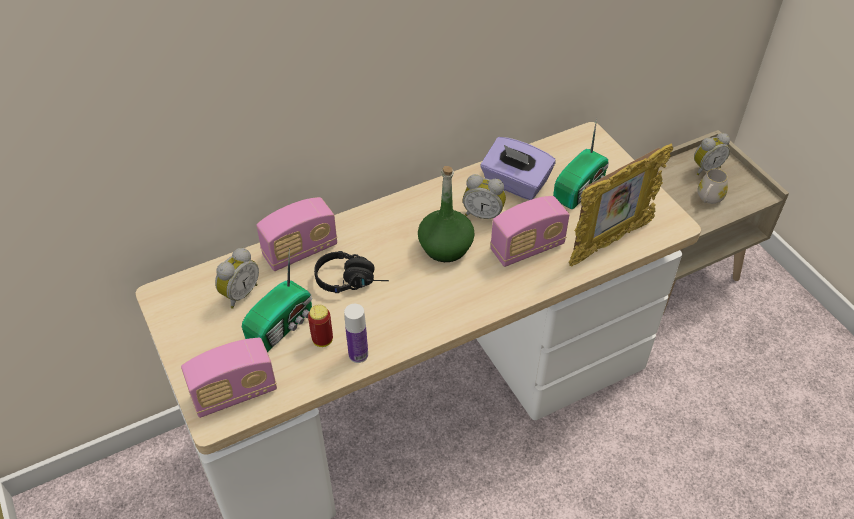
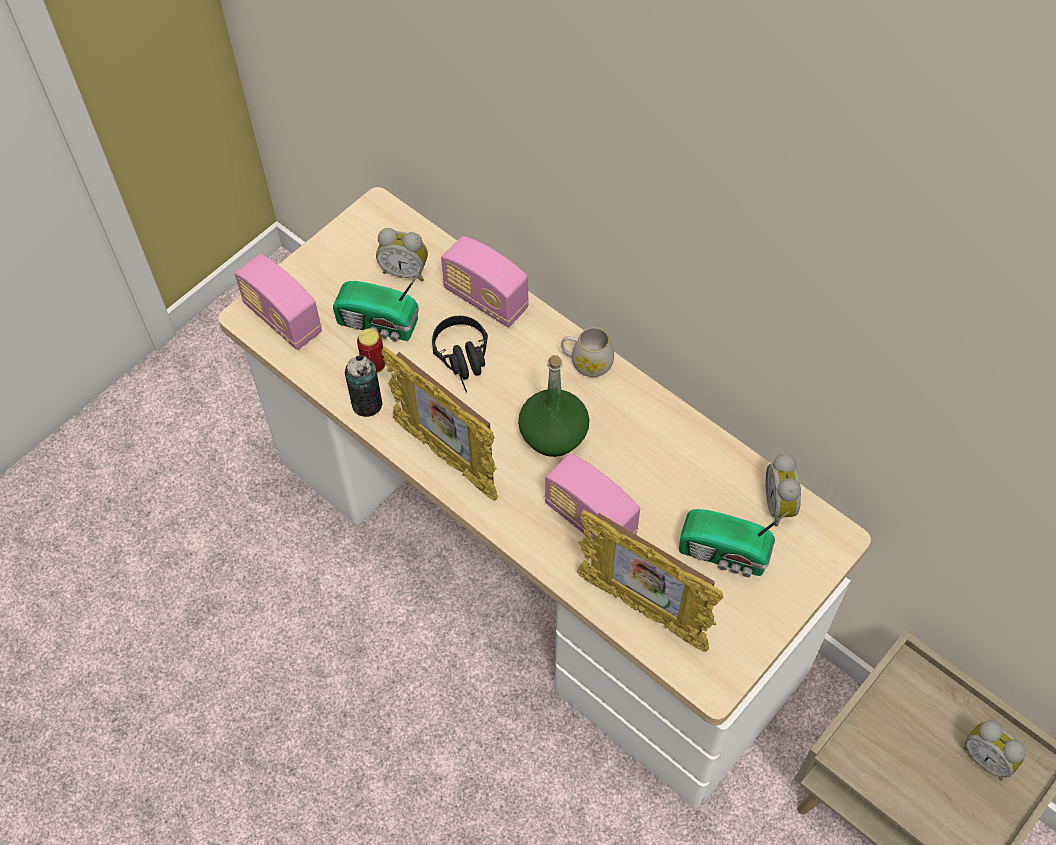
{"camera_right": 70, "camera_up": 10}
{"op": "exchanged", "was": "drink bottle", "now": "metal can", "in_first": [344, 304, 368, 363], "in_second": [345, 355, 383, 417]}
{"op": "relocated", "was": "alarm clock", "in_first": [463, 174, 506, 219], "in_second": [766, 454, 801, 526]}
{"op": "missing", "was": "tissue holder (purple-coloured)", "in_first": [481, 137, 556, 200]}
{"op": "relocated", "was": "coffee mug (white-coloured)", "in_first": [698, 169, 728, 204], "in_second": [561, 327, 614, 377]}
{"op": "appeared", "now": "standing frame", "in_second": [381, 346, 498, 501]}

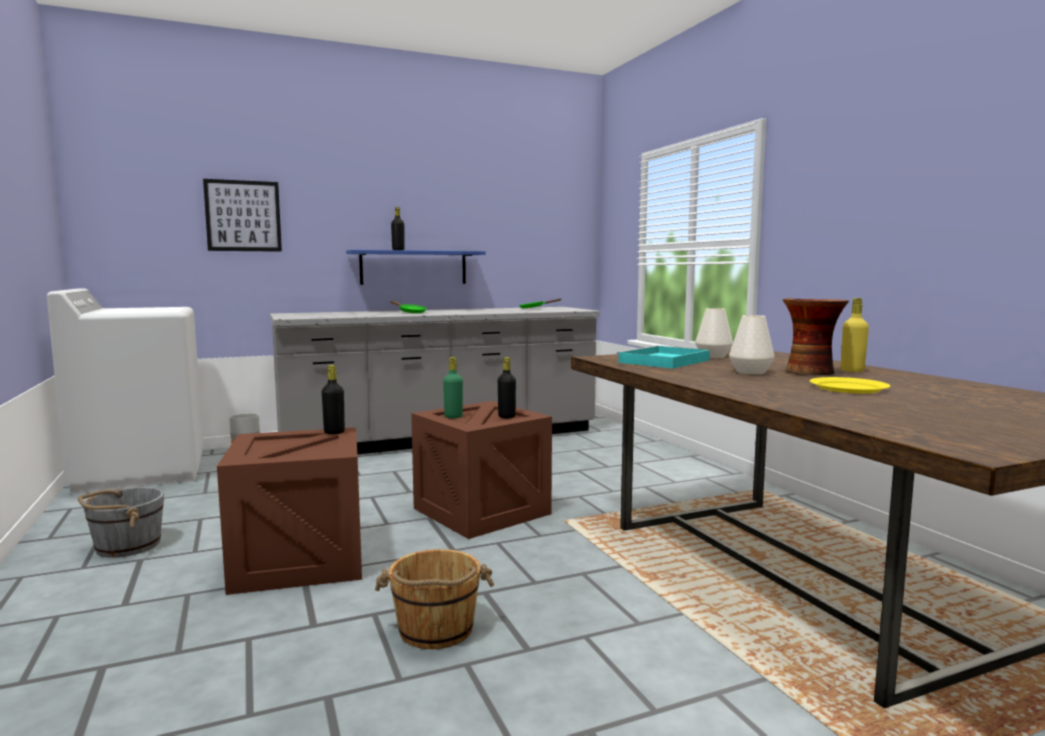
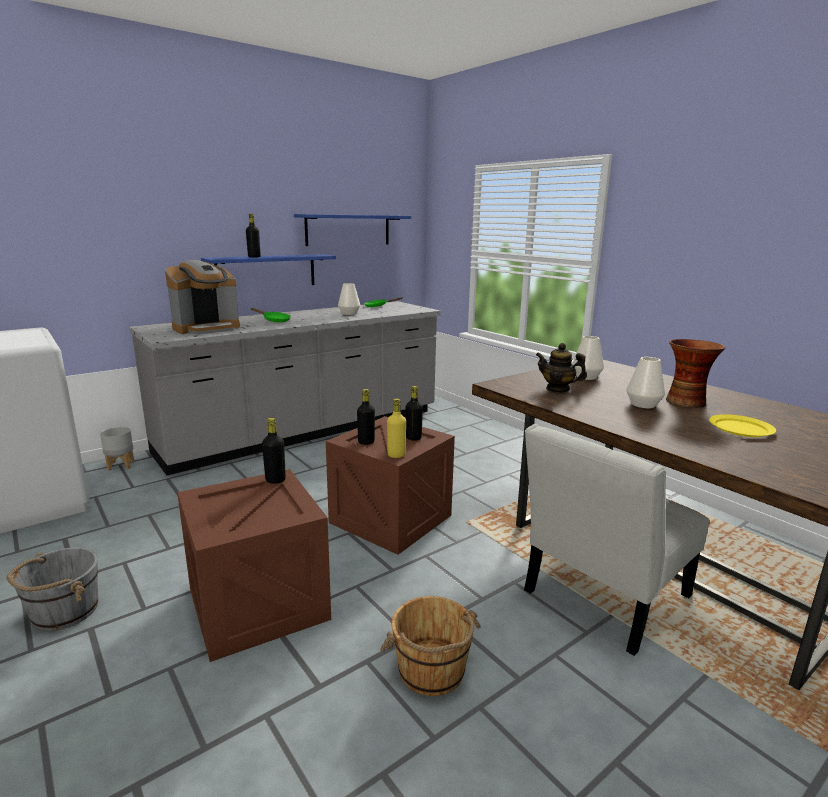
{"camera_right": -15, "camera_up": 10}
{"op": "missing", "was": "wall art", "in_first": [203, 179, 282, 252]}
{"op": "colour", "was": "drink bottle (greenish)", "now": "drink bottle (black)", "in_first": [443, 357, 463, 418], "in_second": [357, 389, 375, 445]}
{"op": "exchanged", "was": "tray (blue-green)", "now": "teapot", "in_first": [616, 345, 710, 369], "in_second": [536, 343, 587, 393]}
{"op": "relocated", "was": "drink bottle (yellowish)", "in_first": [841, 298, 869, 372], "in_second": [387, 398, 406, 458]}
{"op": "appeared", "now": "coffee maker", "in_second": [165, 260, 240, 335]}
{"op": "appeared", "now": "wall shelf (blue)", "in_second": [294, 214, 411, 246]}
{"op": "appeared", "now": "flower vase (white-coloured)", "in_second": [338, 283, 360, 315]}
{"op": "appeared", "now": "plain chair (white-coloured)", "in_second": [524, 424, 709, 656]}

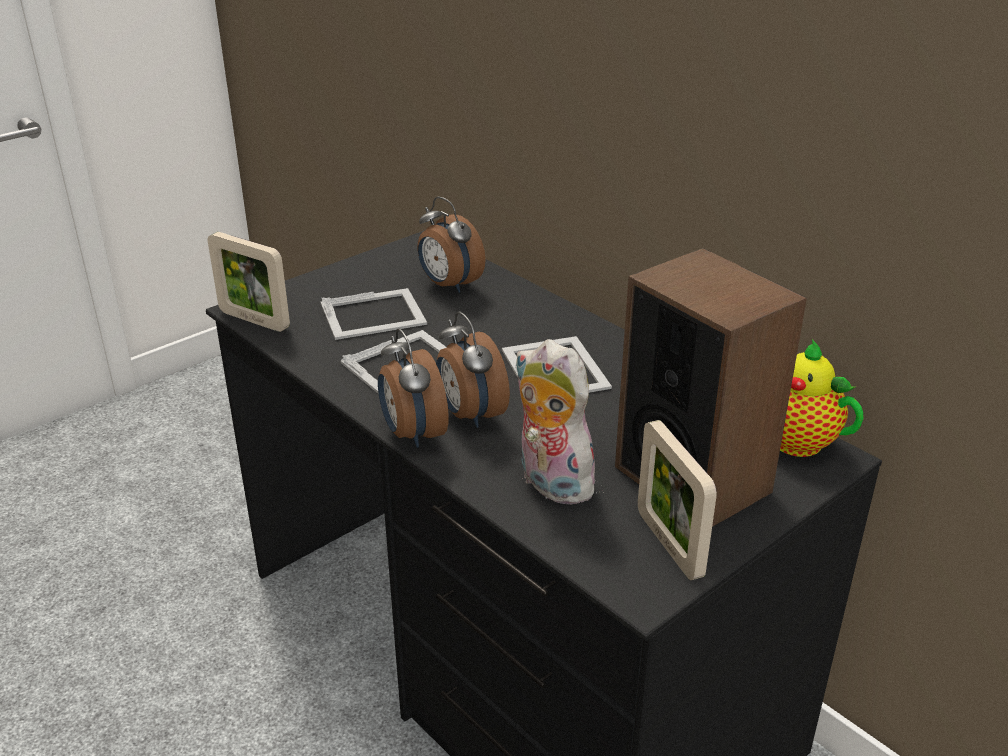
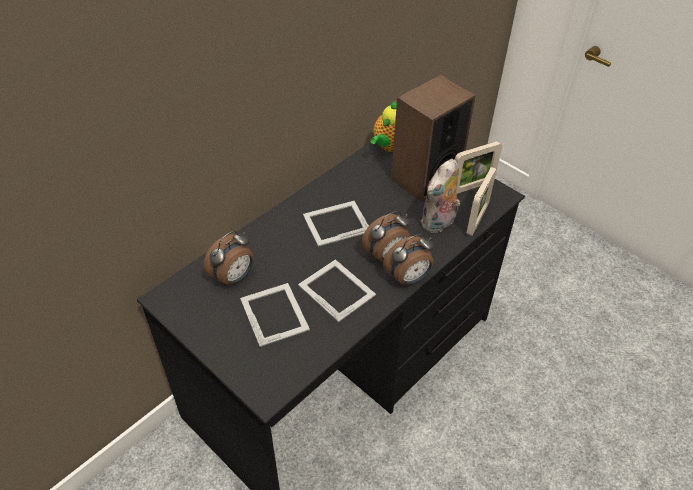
{"camera_right": -95, "camera_up": 15}
{"op": "relocated", "was": "standing frame", "in_first": [208, 232, 290, 332], "in_second": [466, 167, 497, 236]}

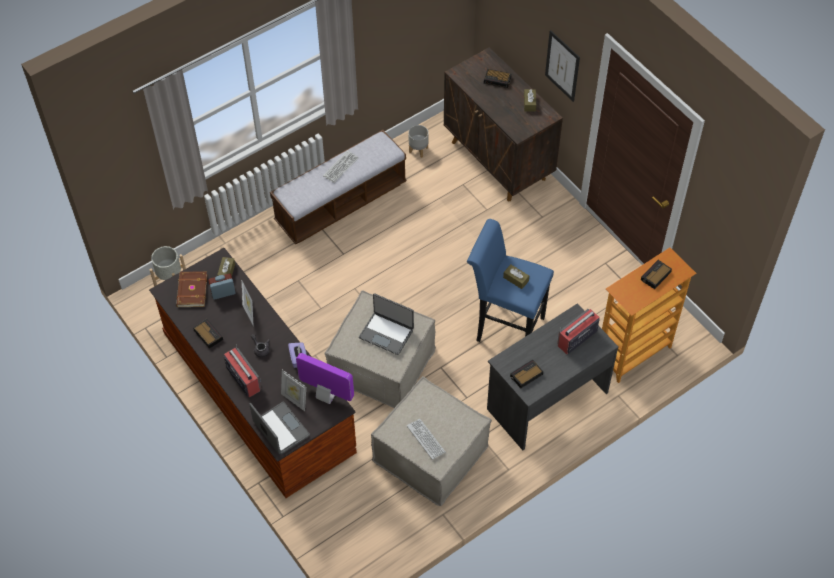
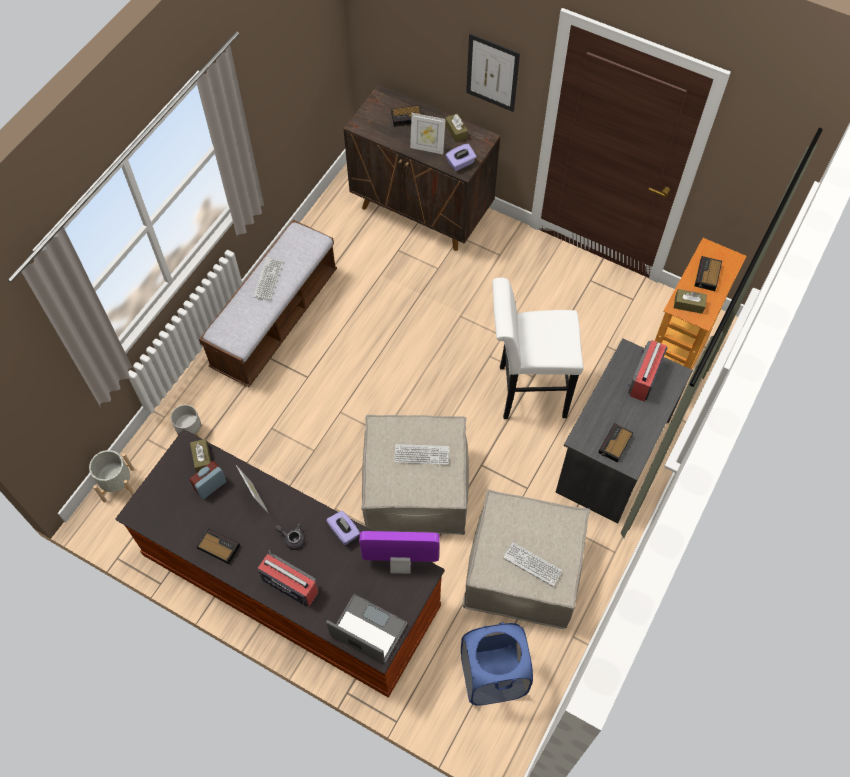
{"camera_right": -25, "camera_up": 5}
{"op": "missing", "was": "book (brown)", "in_first": [176, 271, 207, 307]}
{"op": "relocated", "was": "standing frame", "in_first": [281, 370, 306, 411], "in_second": [410, 113, 446, 154]}
{"op": "exchanged", "was": "laptop", "now": "keyboard", "in_first": [359, 293, 414, 355], "in_second": [394, 444, 449, 465]}
{"op": "relocated", "was": "plant pot (greyish)", "in_first": [409, 125, 429, 158], "in_second": [171, 405, 202, 437]}
{"op": "colour", "was": "stool (blue)", "now": "stool (white-coloured)", "in_first": [467, 219, 554, 342], "in_second": [492, 278, 584, 419]}
{"op": "relocated", "was": "tissue holder (brown)", "in_first": [503, 265, 529, 289], "in_second": [674, 289, 707, 314]}
{"op": "appeared", "now": "tissue holder (purple-coloured)", "in_second": [446, 144, 476, 171]}
{"op": "appeared", "now": "washing basket (blue)", "in_second": [461, 623, 533, 706]}

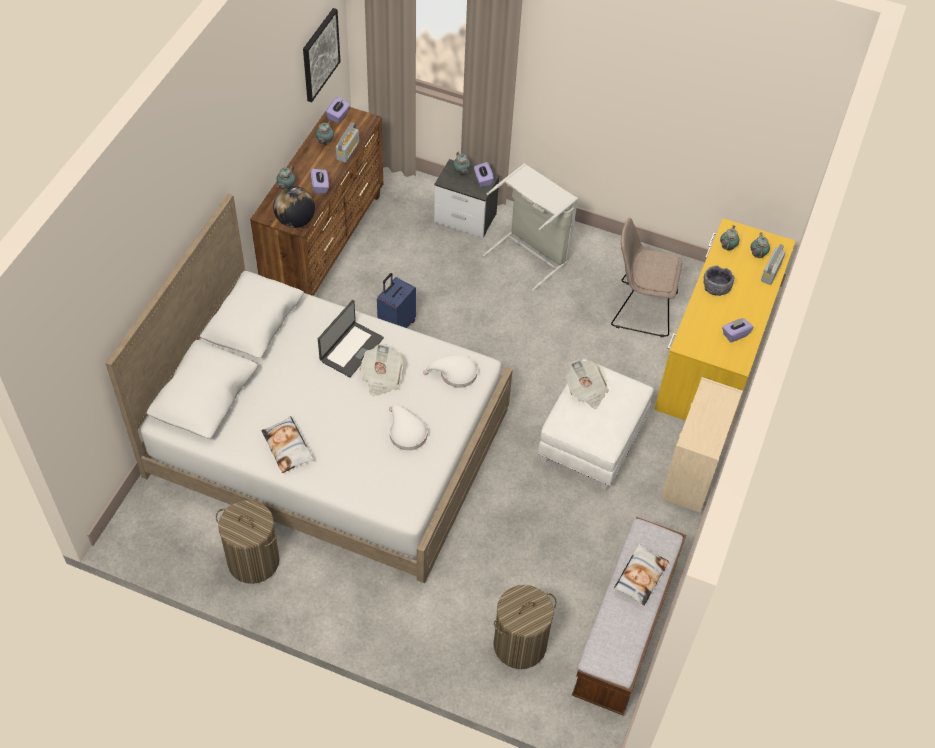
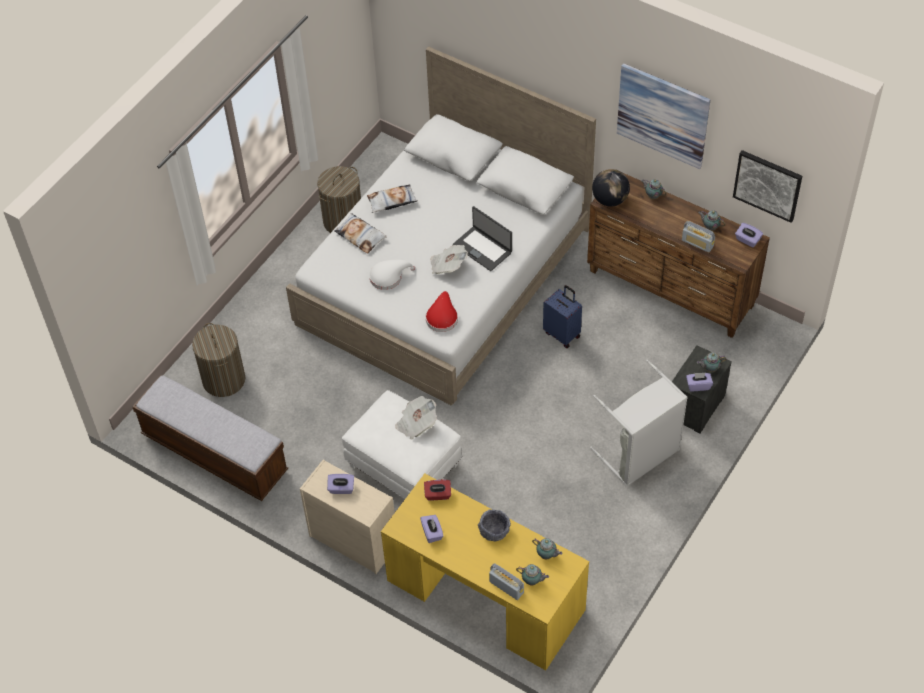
{"camera_right": 105, "camera_up": 0}
{"op": "relocated", "was": "tissue holder (purple-coloured)", "in_first": [311, 169, 329, 194], "in_second": [327, 474, 354, 494]}
{"op": "colour", "was": "wearable hat (white-coloured)", "now": "wearable hat (red)", "in_first": [423, 354, 478, 388], "in_second": [426, 291, 458, 332]}
{"op": "missing", "was": "plain chair (beige)", "in_first": [611, 218, 682, 337]}
{"op": "relocated", "was": "pillow", "in_first": [614, 543, 669, 606], "in_second": [334, 213, 387, 254]}
{"op": "appeared", "now": "tissue holder (red)", "in_second": [424, 480, 451, 501]}
{"op": "appeared", "now": "wall art", "in_second": [617, 63, 710, 169]}

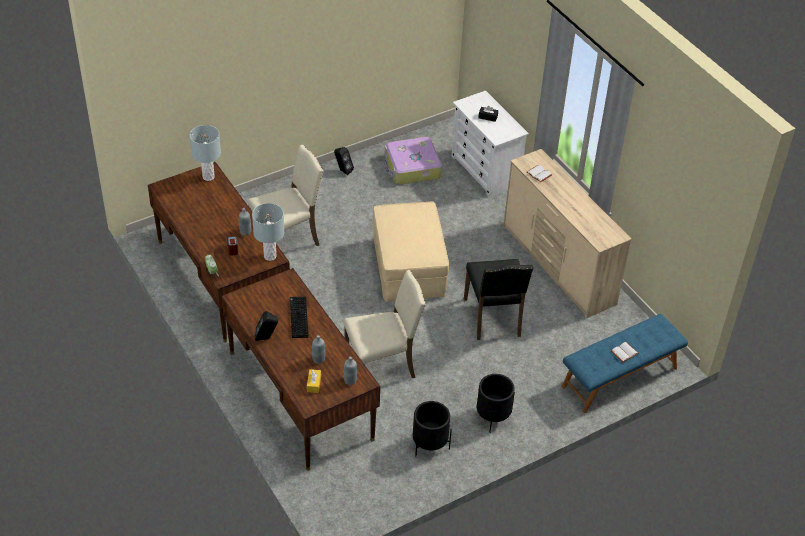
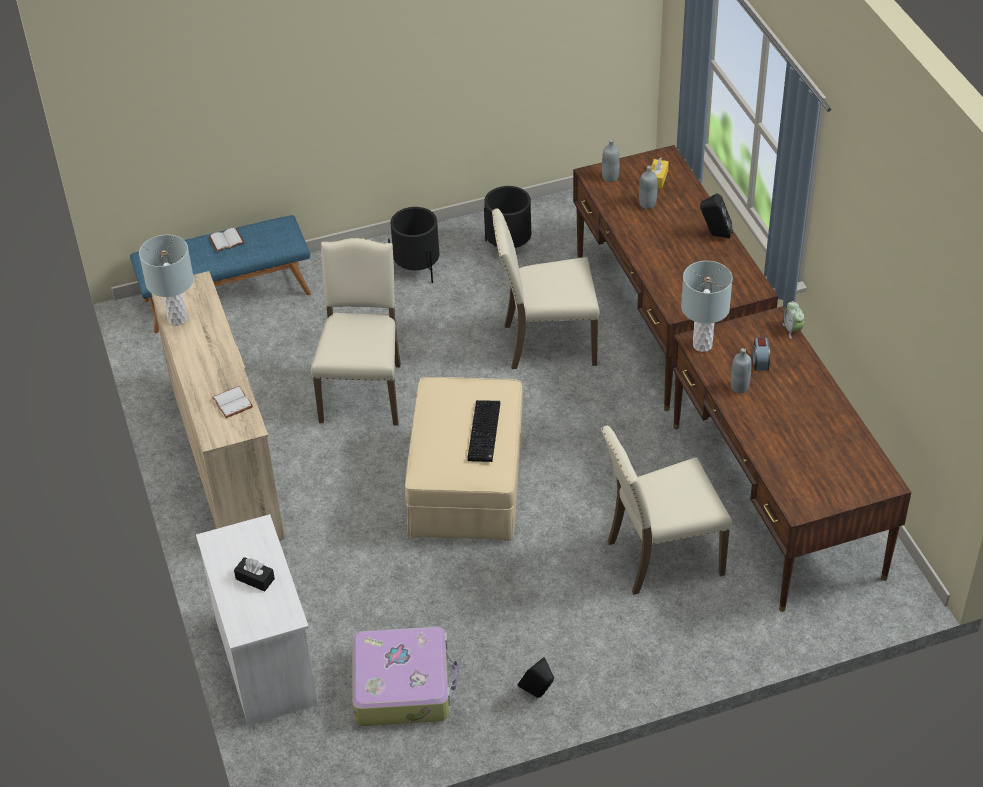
{"camera_right": -165, "camera_up": 0}
{"op": "relocated", "was": "lamp for a table (greyish)", "in_first": [190, 125, 221, 181], "in_second": [139, 235, 194, 326]}
{"op": "relocated", "was": "keyboard", "in_first": [290, 297, 309, 338], "in_second": [467, 400, 500, 462]}
{"op": "colour", "was": "plain chair (black)", "now": "plain chair (beige)", "in_first": [464, 259, 533, 340], "in_second": [311, 238, 401, 426]}

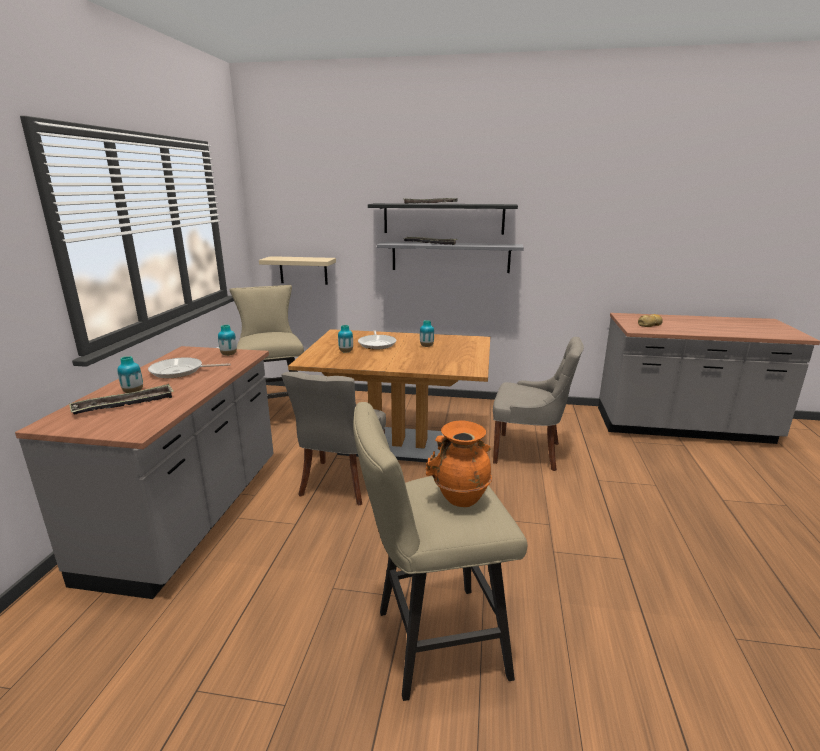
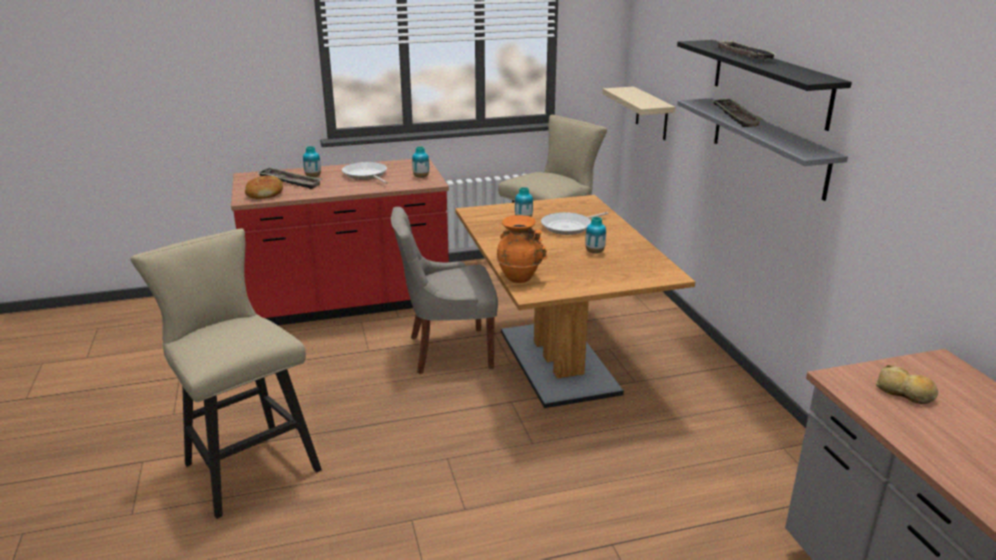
{"camera_right": 65, "camera_up": 5}
{"op": "colour", "was": "kitchen counter (greyish)", "now": "kitchen counter (red)", "in_first": [15, 346, 274, 599], "in_second": [231, 158, 449, 325]}
{"op": "relocated", "was": "flower vase (orange-coloured)", "in_first": [426, 420, 492, 507], "in_second": [496, 215, 548, 283]}
{"op": "missing", "was": "plain chair (greyish)", "in_first": [493, 337, 584, 471]}
{"op": "appeared", "now": "baked bread", "in_second": [245, 176, 283, 199]}

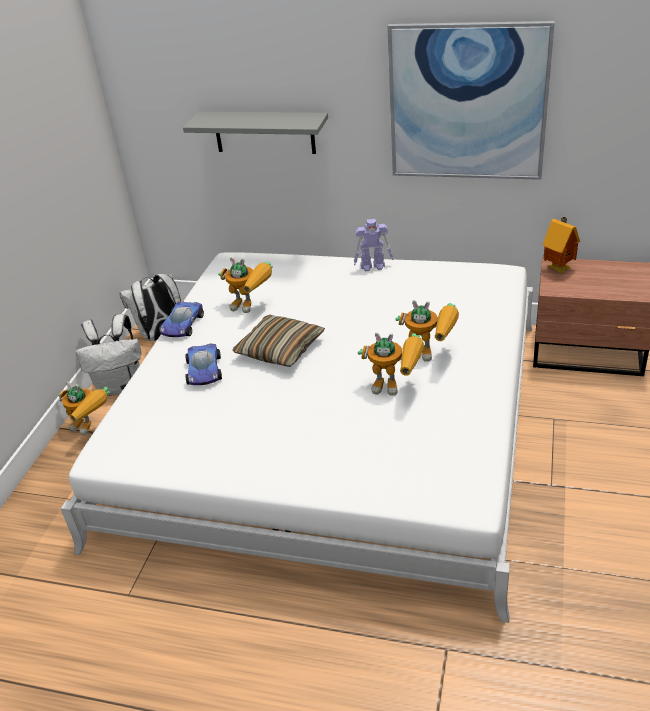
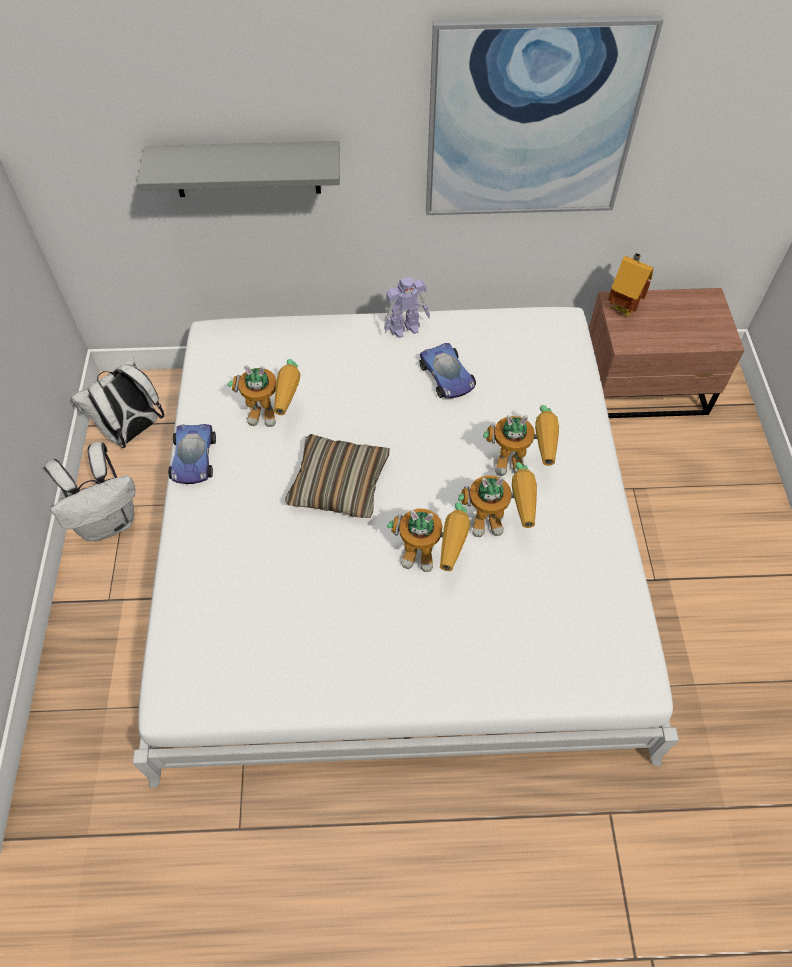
{"camera_right": -20, "camera_up": 20}
{"op": "relocated", "was": "model robot", "in_first": [58, 382, 110, 435], "in_second": [387, 502, 470, 572]}
{"op": "relocated", "was": "model car", "in_first": [185, 343, 222, 385], "in_second": [419, 343, 476, 398]}

